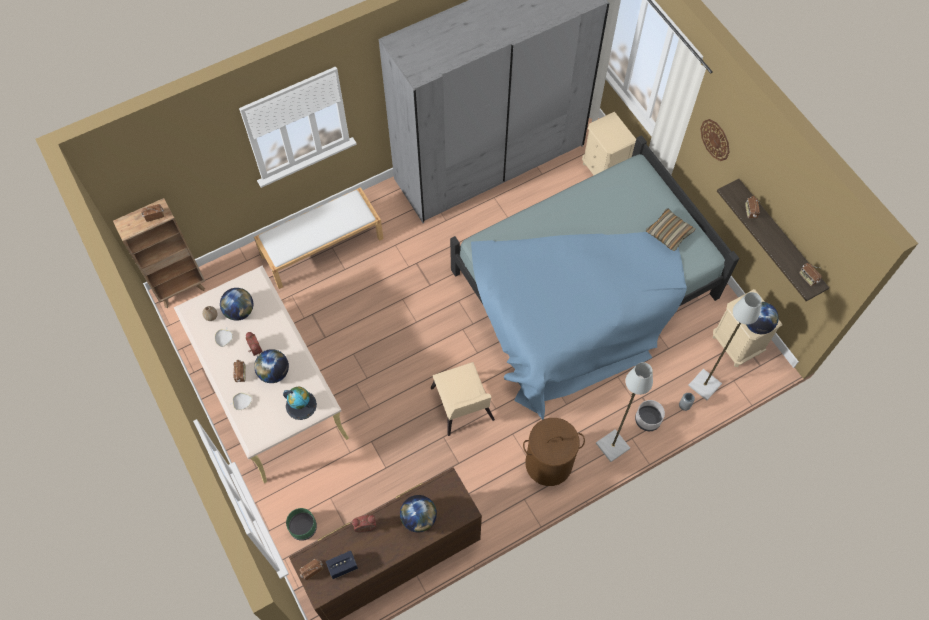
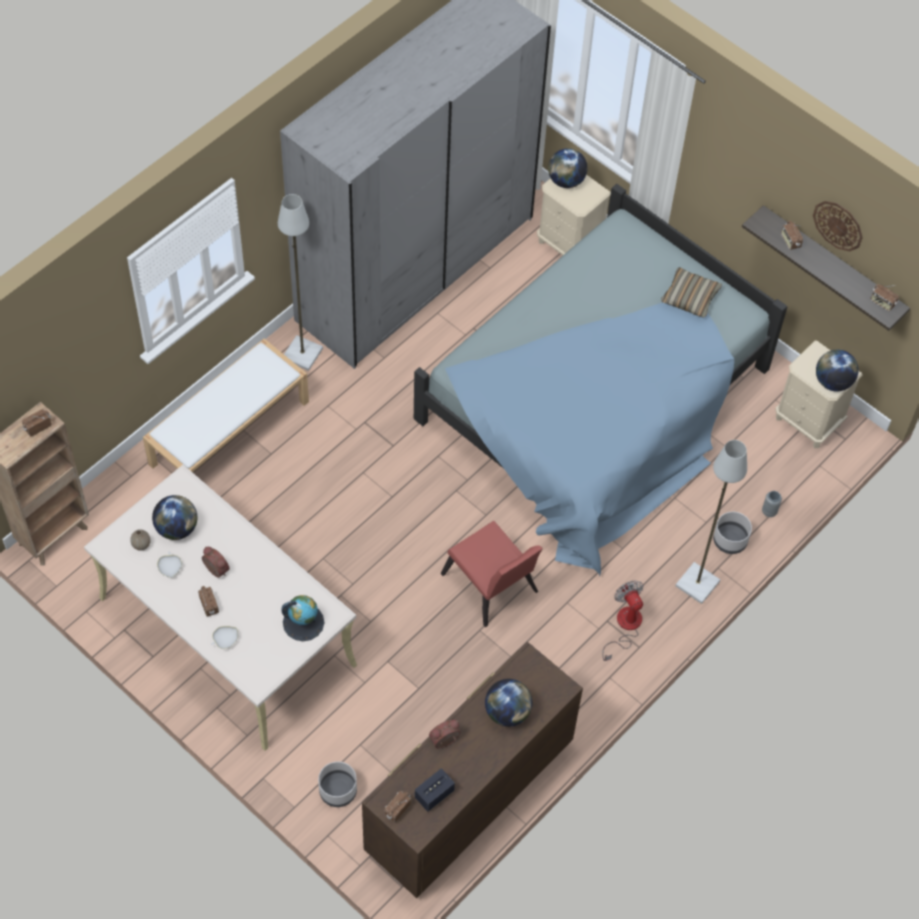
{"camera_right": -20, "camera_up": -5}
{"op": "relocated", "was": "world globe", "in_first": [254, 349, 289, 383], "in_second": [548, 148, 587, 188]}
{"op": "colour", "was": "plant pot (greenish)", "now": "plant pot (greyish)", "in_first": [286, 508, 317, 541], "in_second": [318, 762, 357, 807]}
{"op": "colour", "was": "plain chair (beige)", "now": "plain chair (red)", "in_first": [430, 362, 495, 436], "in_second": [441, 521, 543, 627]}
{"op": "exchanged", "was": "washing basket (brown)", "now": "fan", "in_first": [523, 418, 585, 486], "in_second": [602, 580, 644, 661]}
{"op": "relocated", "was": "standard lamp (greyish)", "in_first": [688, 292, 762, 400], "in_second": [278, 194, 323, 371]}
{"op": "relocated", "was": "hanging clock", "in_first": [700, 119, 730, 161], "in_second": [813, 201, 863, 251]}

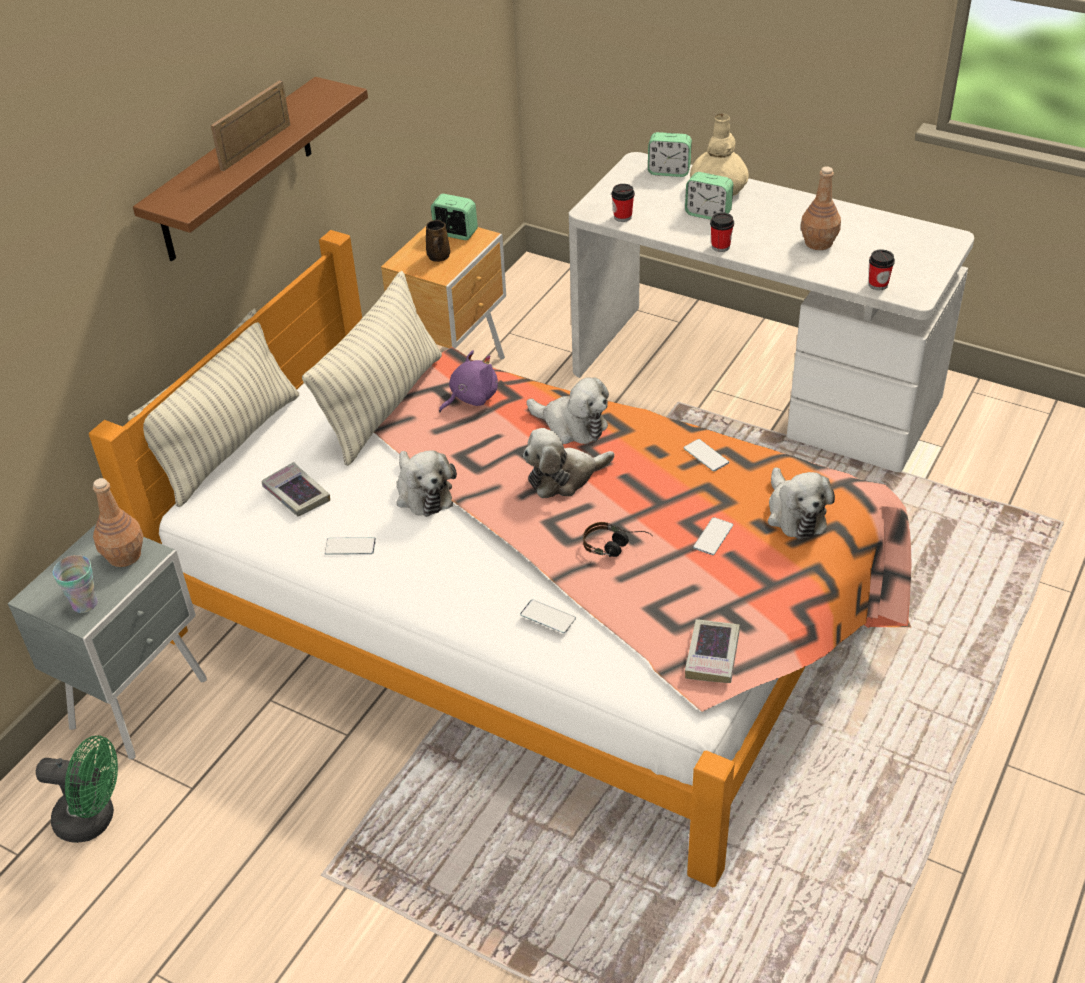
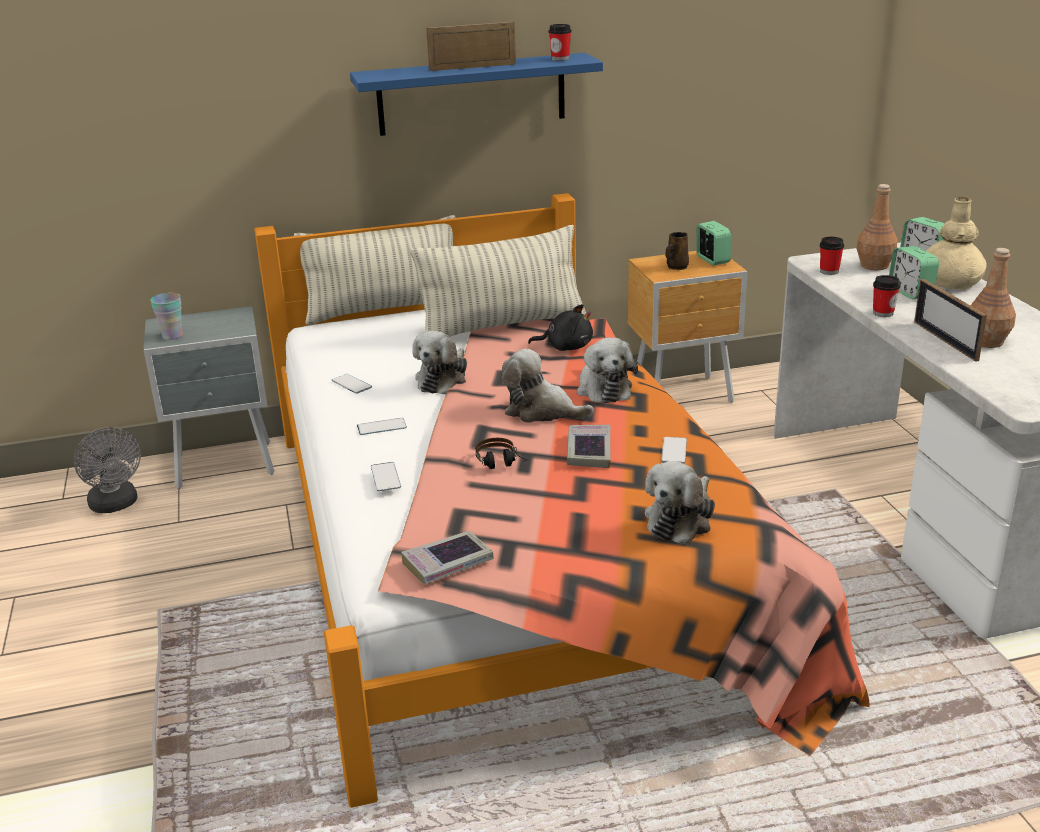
{"camera_right": 45, "camera_up": -15}
{"op": "colour", "was": "fan (greenish)", "now": "fan (greyish)", "in_first": [36, 736, 118, 843], "in_second": [74, 427, 141, 513]}
{"op": "relocated", "was": "drink bottle (brown)", "in_first": [93, 478, 143, 567], "in_second": [856, 184, 897, 270]}
{"op": "colour", "was": "wall shelf (brown)", "now": "wall shelf (blue)", "in_first": [133, 77, 368, 261], "in_second": [350, 53, 603, 136]}
{"op": "relocated", "was": "book", "in_first": [262, 462, 330, 517], "in_second": [567, 425, 610, 468]}
{"op": "colour", "was": "cuddly toy (purple-coloured)", "now": "cuddly toy (black)", "in_first": [439, 350, 498, 412], "in_second": [528, 304, 593, 351]}
{"op": "relocated", "was": "telephone", "in_first": [693, 517, 733, 555], "in_second": [357, 418, 407, 435]}
{"op": "relocated", "was": "cup", "in_first": [869, 249, 895, 290], "in_second": [548, 24, 572, 61]}
{"op": "appeared", "now": "standing frame", "in_second": [914, 279, 987, 362]}

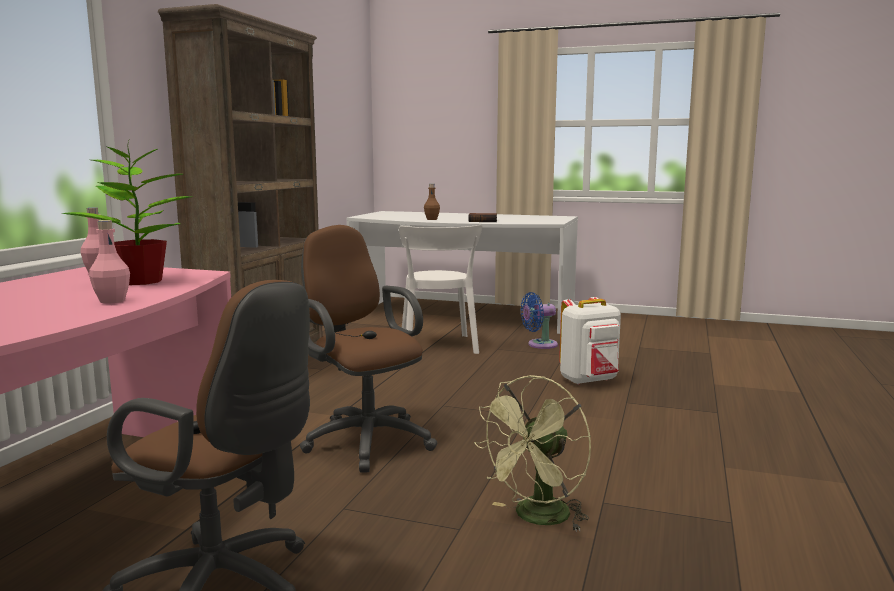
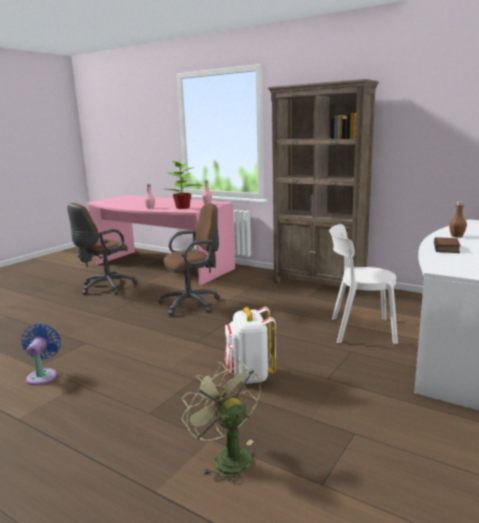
{"camera_right": 105, "camera_up": 5}
{"op": "relocated", "was": "fan (greenish)", "in_first": [474, 375, 591, 532], "in_second": [182, 361, 261, 485]}
{"op": "relocated", "was": "fan (blue)", "in_first": [520, 292, 558, 349], "in_second": [21, 323, 61, 385]}

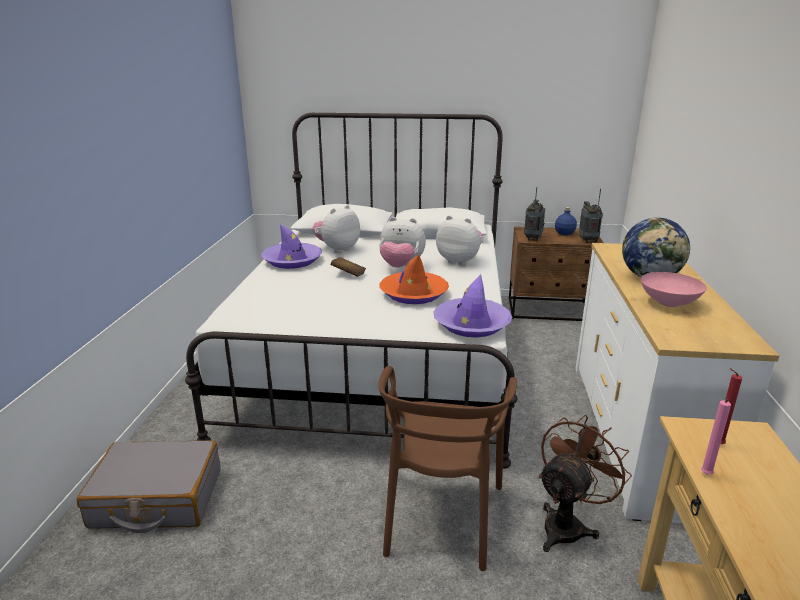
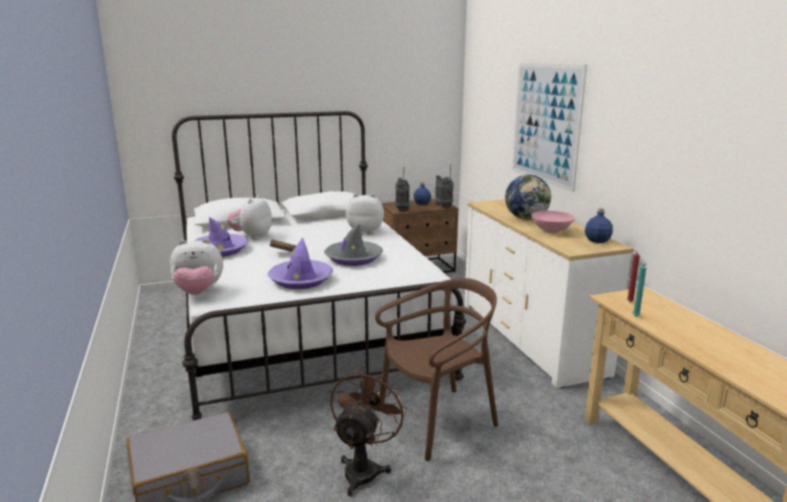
{"camera_right": -25, "camera_up": -5}
{"op": "spun", "was": "plain chair (brown)", "in_first": [378, 366, 517, 571], "in_second": [375, 278, 498, 461], "clockwise": -105}
{"op": "relocated", "was": "cuddly toy", "in_first": [379, 217, 426, 268], "in_second": [170, 238, 223, 295]}
{"op": "colour", "was": "wearable hat (orange-coloured)", "now": "wearable hat (greyish)", "in_first": [379, 255, 449, 304], "in_second": [324, 224, 383, 266]}
{"op": "relocated", "was": "wearable hat (purple-coloured)", "in_first": [433, 274, 512, 337], "in_second": [268, 237, 333, 289]}
{"op": "relocated", "was": "fan (brown)", "in_first": [539, 415, 632, 552], "in_second": [330, 367, 408, 496]}
{"op": "colour", "was": "wax light (pinkish)", "now": "wax light (blue-green)", "in_first": [701, 399, 731, 475], "in_second": [633, 263, 646, 317]}
{"op": "appeared", "now": "wall art", "in_second": [512, 63, 587, 192]}
{"op": "appeared", "now": "drink bottle (blue)", "in_second": [585, 208, 613, 243]}

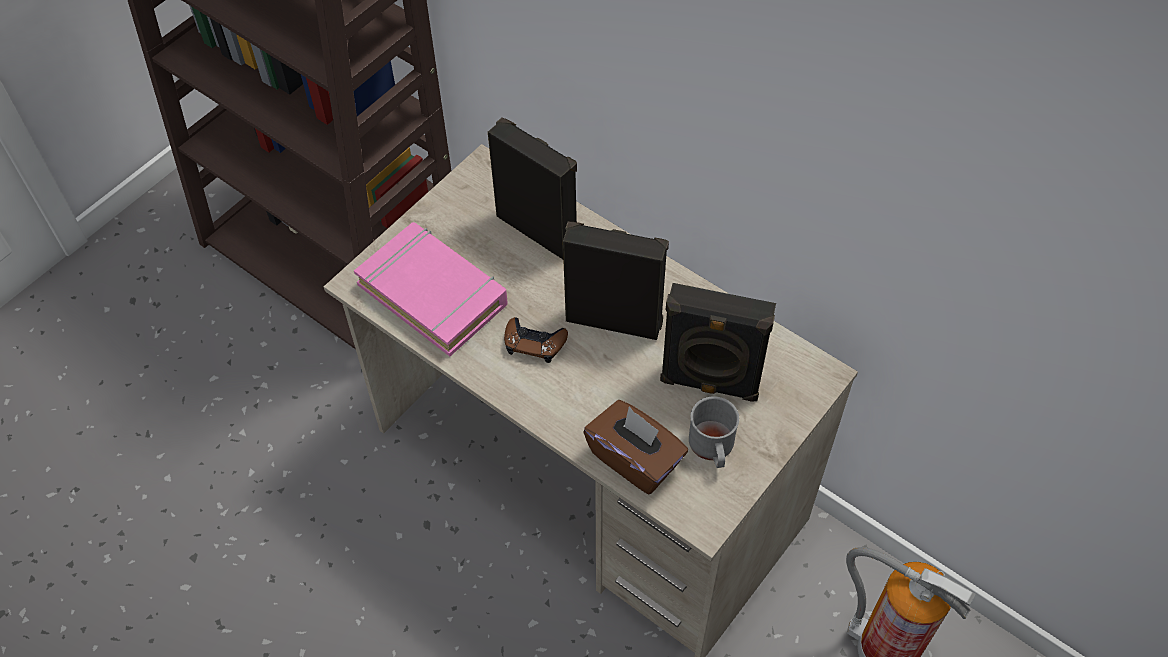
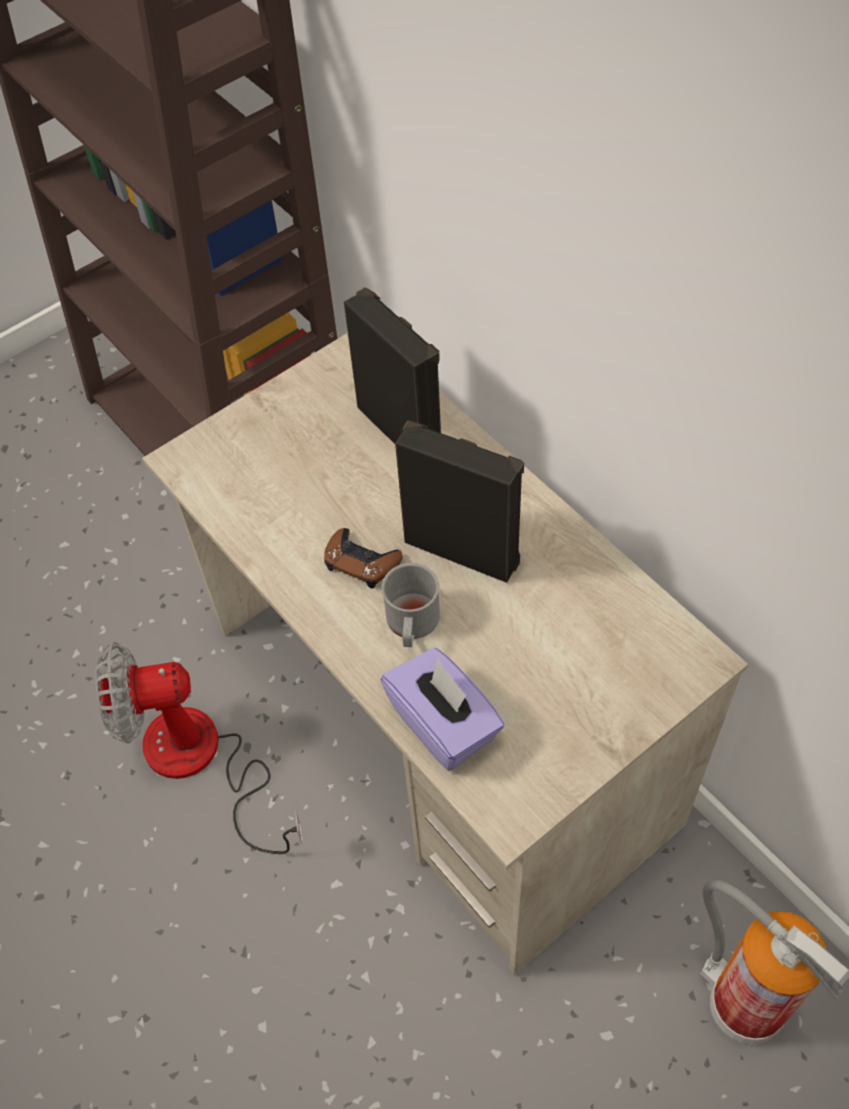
{"camera_right": 15, "camera_up": 0}
{"op": "missing", "was": "book (pinkish)", "in_first": [354, 222, 508, 357]}
{"op": "colour", "was": "tissue holder (brown)", "now": "tissue holder (purple-coloured)", "in_first": [583, 400, 688, 495], "in_second": [381, 648, 505, 771]}
{"op": "missing", "was": "speaker (black)", "in_first": [660, 283, 776, 402]}
{"op": "relocated", "was": "coffee mug (greyish)", "in_first": [689, 396, 739, 468], "in_second": [381, 563, 440, 647]}
{"op": "appeared", "now": "fan", "in_second": [96, 642, 302, 854]}

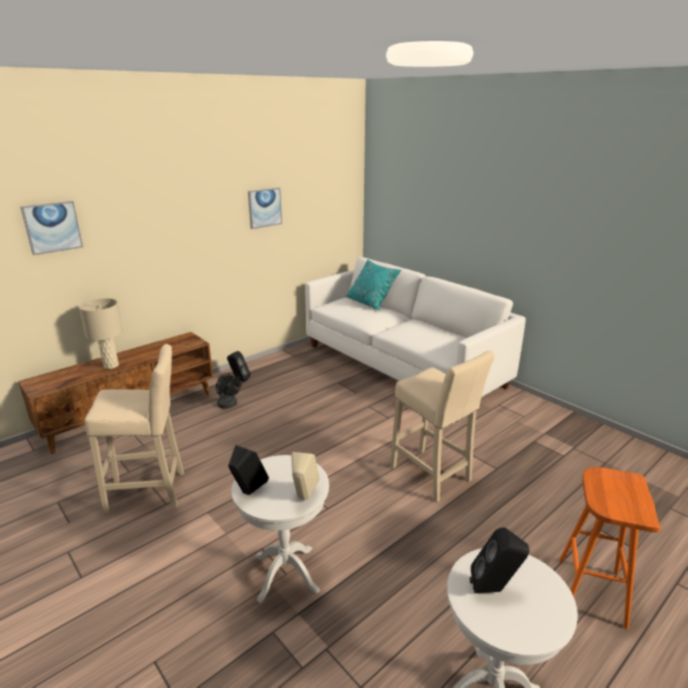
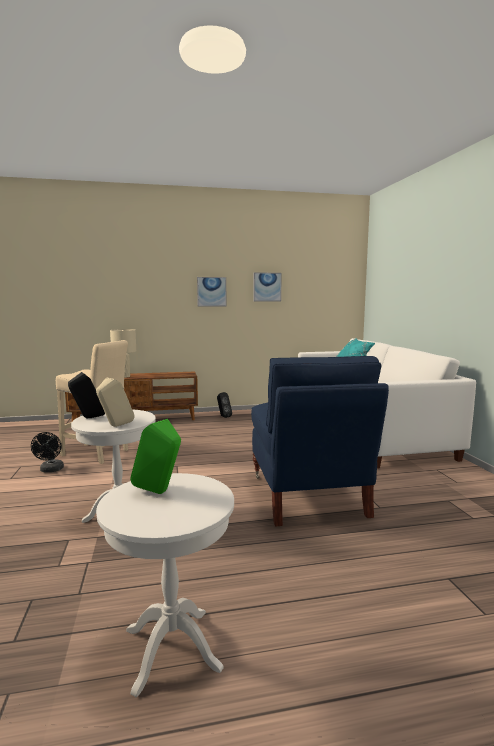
{"camera_right": 30, "camera_up": -15}
{"op": "relocated", "was": "wall art", "in_first": [21, 201, 83, 255], "in_second": [197, 277, 227, 307]}
{"op": "relocated", "was": "fan (black)", "in_first": [216, 373, 242, 409], "in_second": [31, 432, 64, 473]}
{"op": "exchanged", "was": "stool (beige)", "now": "easy chair (blue)", "in_first": [390, 351, 495, 502], "in_second": [251, 356, 389, 526]}
{"op": "colour", "was": "speaker (black)", "now": "speaker (greenish)", "in_first": [470, 527, 529, 593], "in_second": [130, 419, 181, 494]}
{"op": "missing", "was": "stool (orange-coloured)", "in_first": [559, 467, 661, 629]}

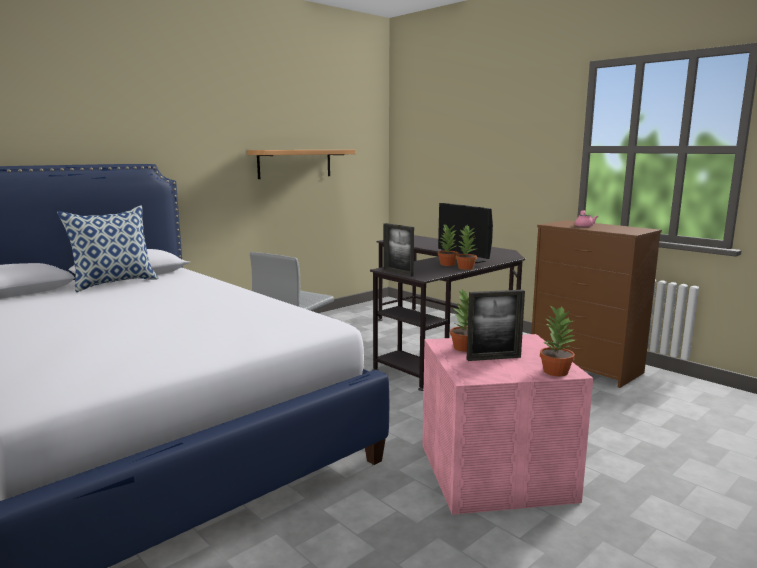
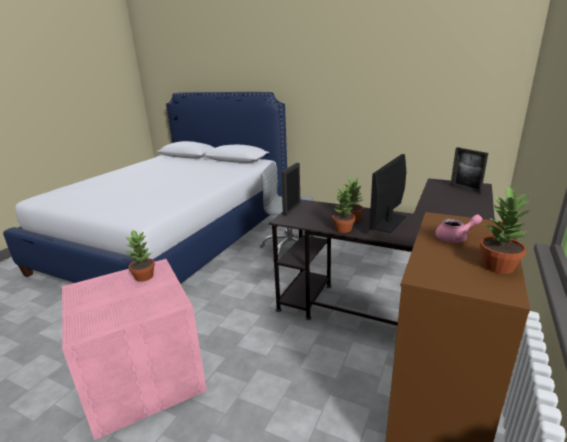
{"camera_right": 70, "camera_up": 10}
{"op": "missing", "was": "pillow", "in_first": [57, 206, 158, 292]}
{"op": "missing", "was": "wall shelf", "in_first": [247, 150, 356, 179]}
{"op": "relocated", "was": "standing frame", "in_first": [467, 290, 525, 361], "in_second": [450, 147, 488, 194]}
{"op": "relocated", "was": "plant in a pot", "in_first": [540, 304, 577, 376], "in_second": [480, 185, 533, 274]}

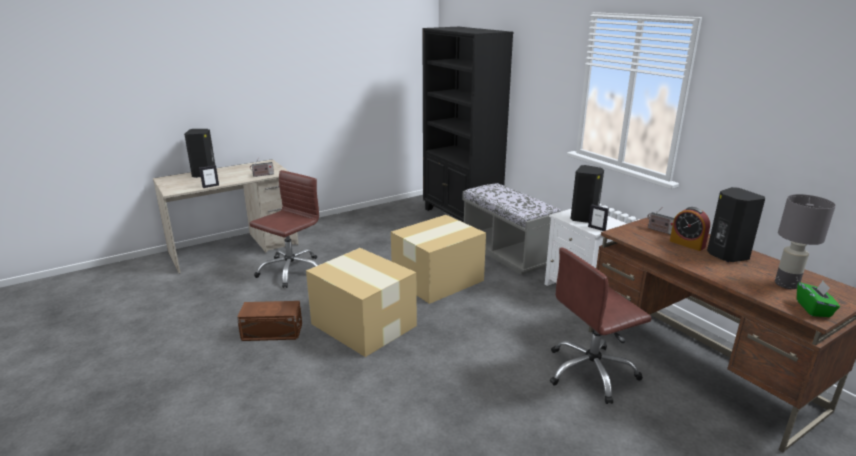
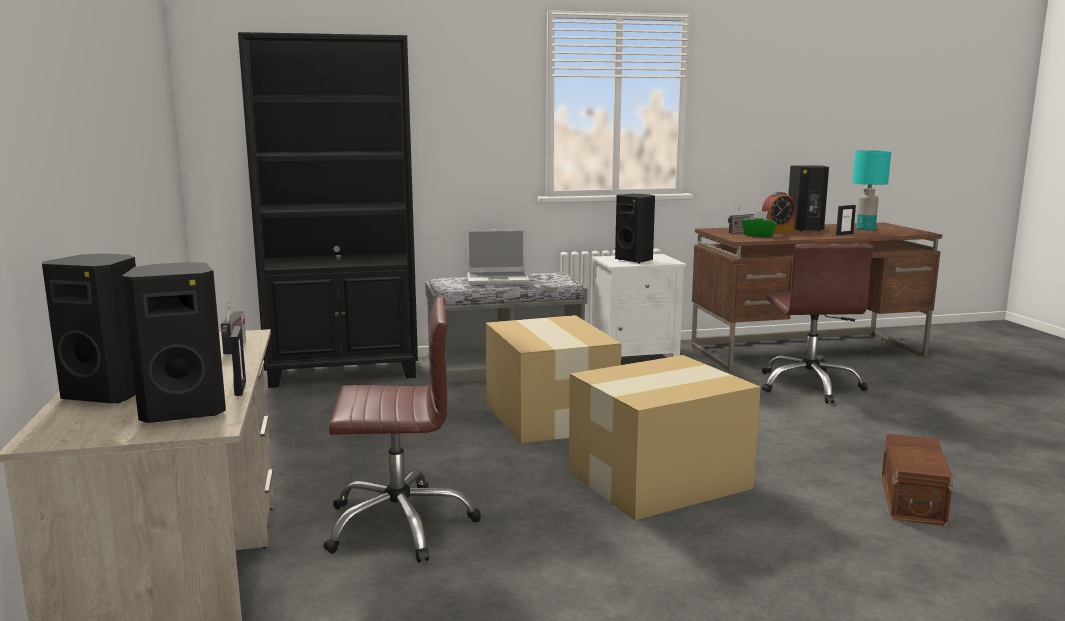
{"camera_right": -70, "camera_up": -10}
{"op": "relocated", "was": "storage box (brown)", "in_first": [237, 301, 302, 341], "in_second": [882, 434, 953, 526]}
{"op": "spun", "was": "desk chair (brown)", "in_first": [249, 170, 319, 288], "in_second": [323, 296, 481, 563], "clockwise": 120}
{"op": "relocated", "was": "standing frame", "in_first": [588, 205, 609, 231], "in_second": [836, 205, 856, 235]}
{"op": "colour", "was": "lamp for a table (greyish)", "now": "lamp for a table (blue-green)", "in_first": [775, 194, 836, 289], "in_second": [852, 150, 891, 230]}
{"op": "relocated", "was": "tissue holder (greenish)", "in_first": [797, 281, 840, 317], "in_second": [742, 211, 777, 237]}
{"op": "appeared", "now": "speaker (black)", "in_second": [122, 262, 226, 423]}
{"op": "appeared", "now": "laptop", "in_second": [466, 229, 529, 285]}

